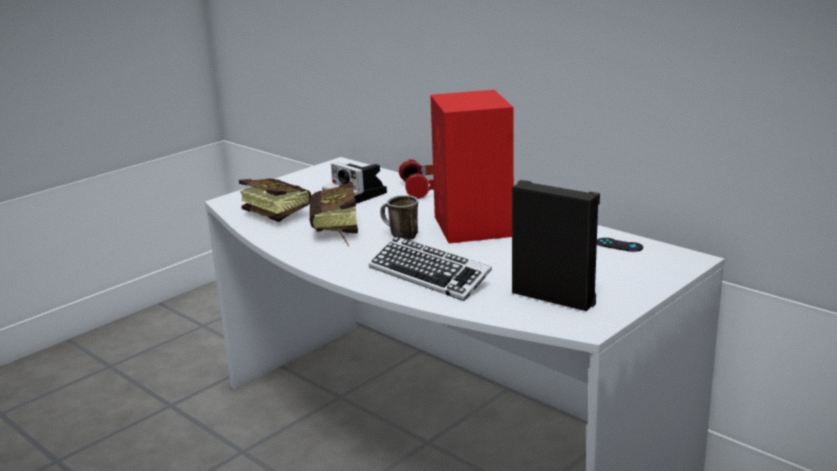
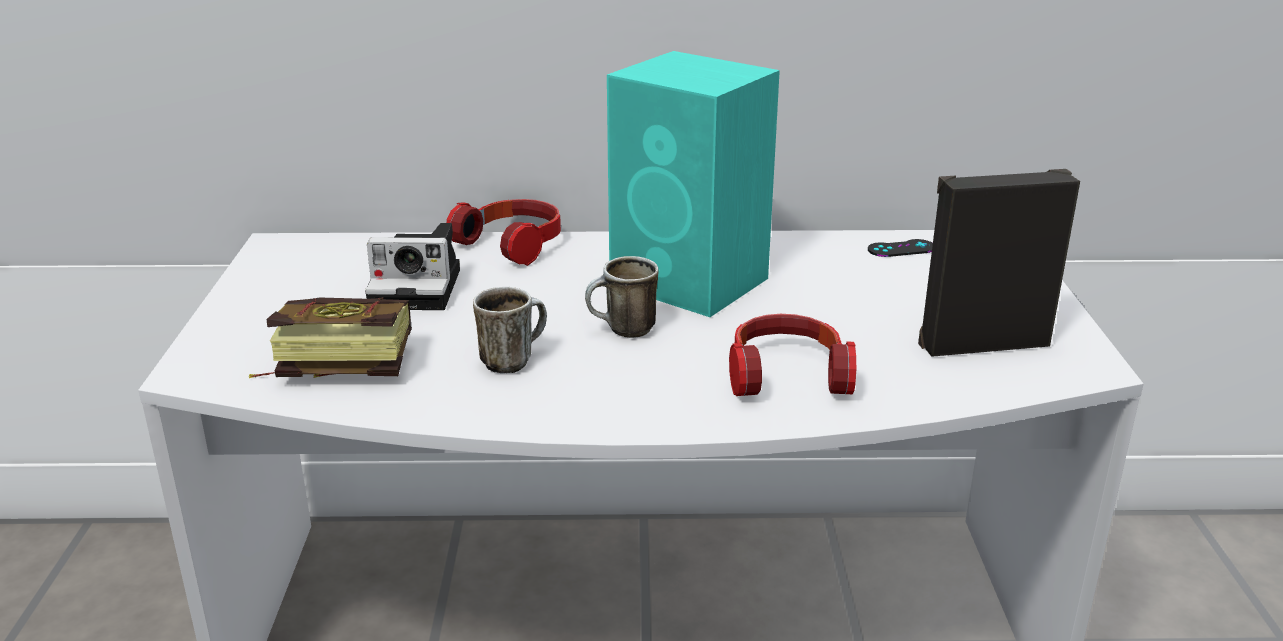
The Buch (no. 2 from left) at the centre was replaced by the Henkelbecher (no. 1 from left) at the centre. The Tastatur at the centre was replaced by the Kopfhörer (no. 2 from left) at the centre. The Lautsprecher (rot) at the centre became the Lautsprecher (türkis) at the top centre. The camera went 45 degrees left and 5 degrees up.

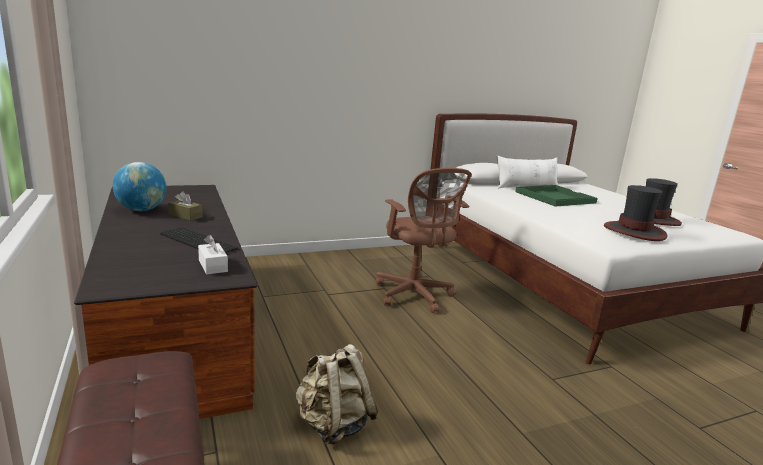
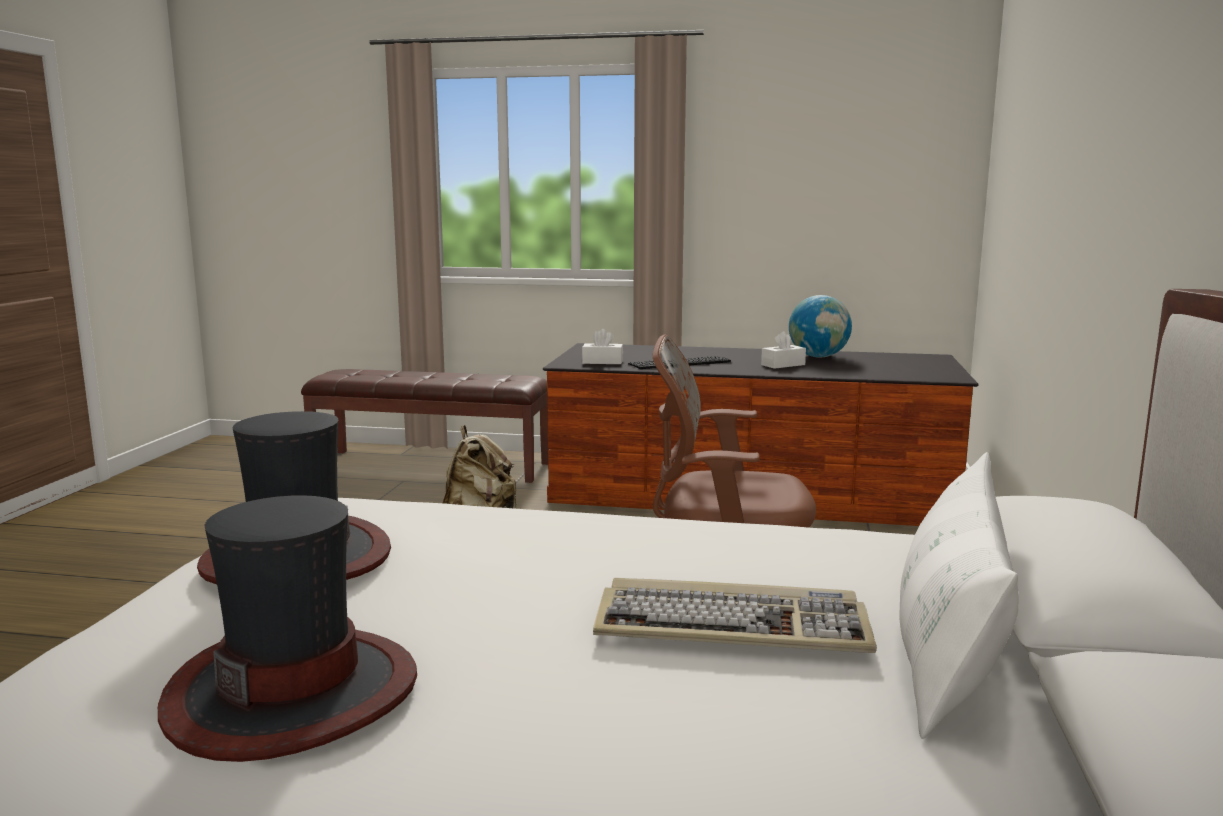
The Tablett (grün) at the middle right was replaced by the Tastatur (no. 2 from left) at the bottom centre. The Taschentuchbox (braun) at the middle left became the Taschentuchbox (weiß) (no. 2 from left) at the centre. The camera went 125 degrees right and 5 degrees down.

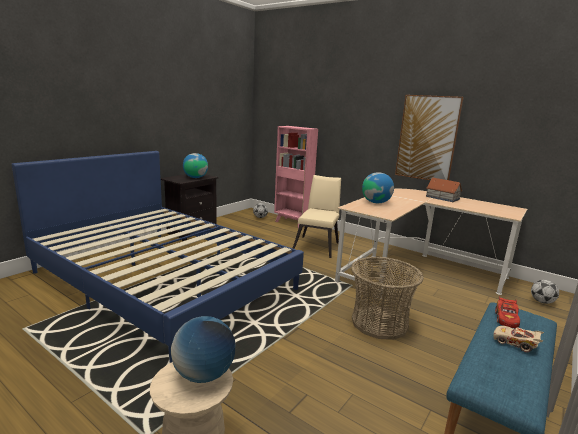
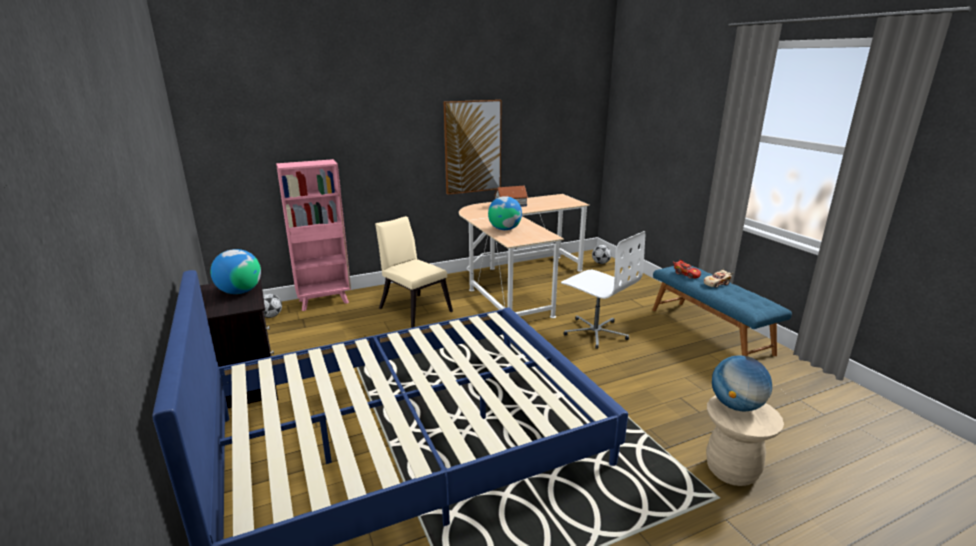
The Korb at the bottom right was replaced by the Bürostuhl (weiß) at the centre. The camera went 60 degrees left and 5 degrees up.

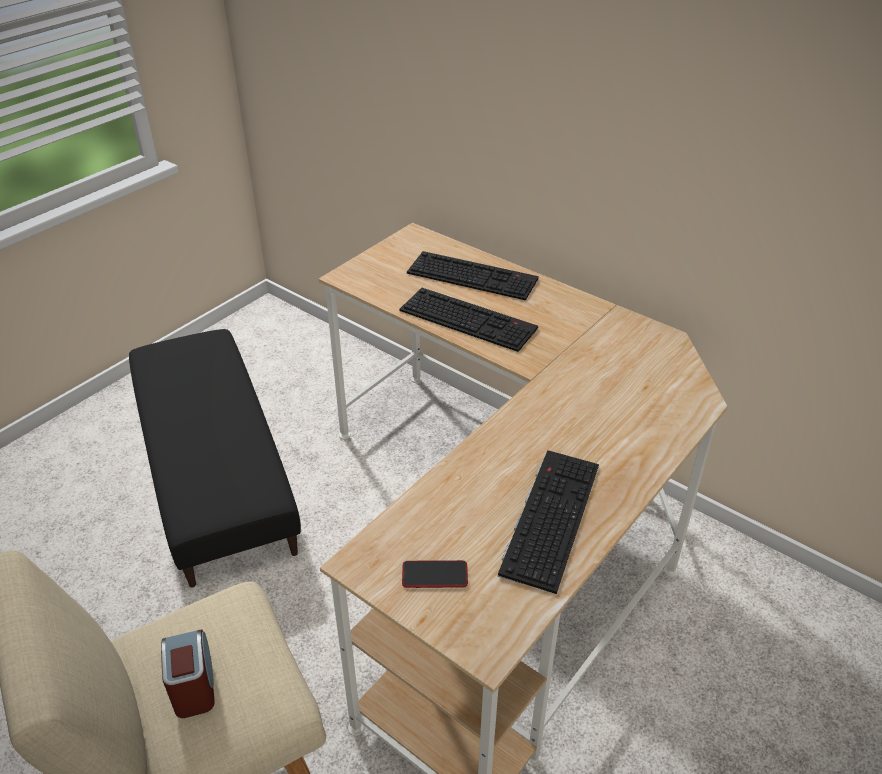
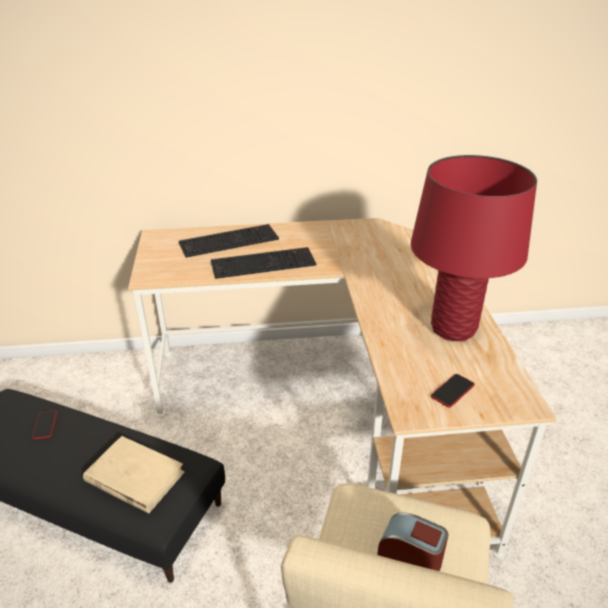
The Handy (no. 1 from left) at the bottom left appeared. The Buch (beige) at the bottom left appeared. The Tastatur (no. 3 from left) at the bottom centre was replaced by the Tischlampe (rot) at the middle right. The camera went 45 degrees left and 5 degrees down.

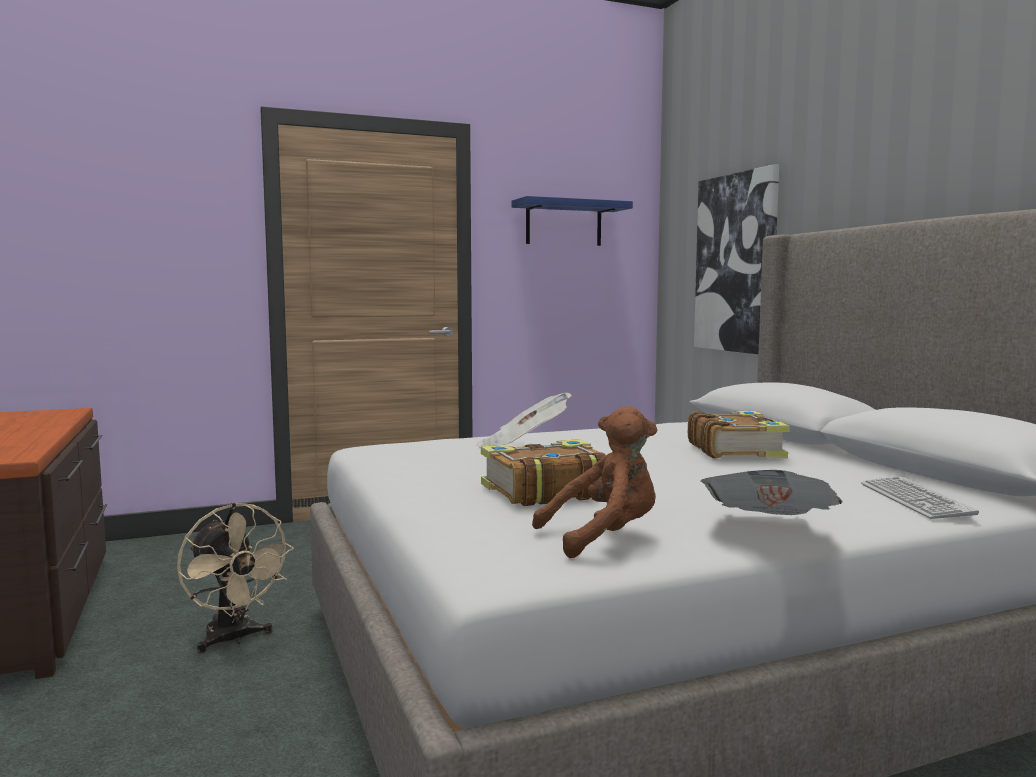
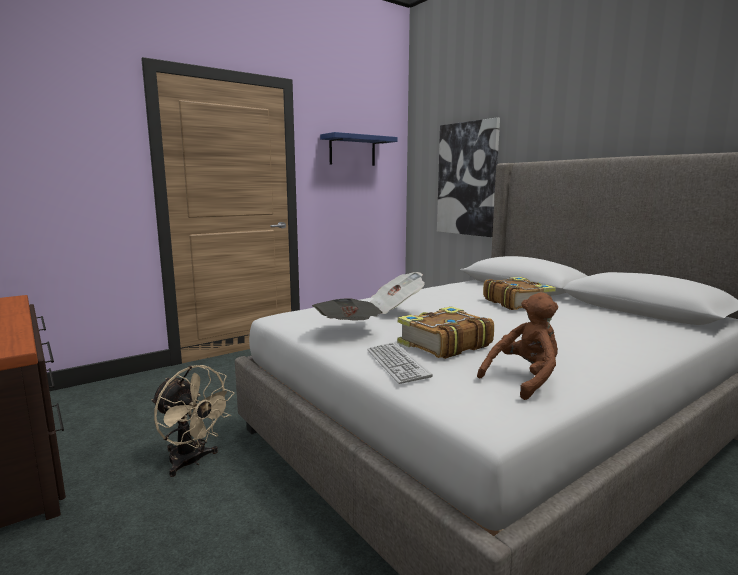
The Zeitung (no. 2 from left in the first image) moved from the middle right to the centre. The Tastatur moved from the middle right to the centre. The camera went 15 degrees left and 5 degrees up.

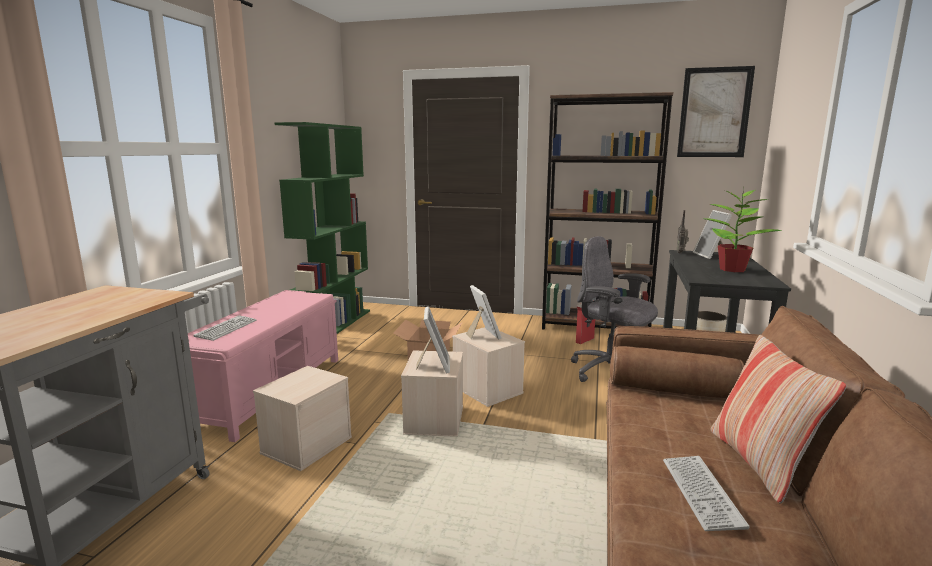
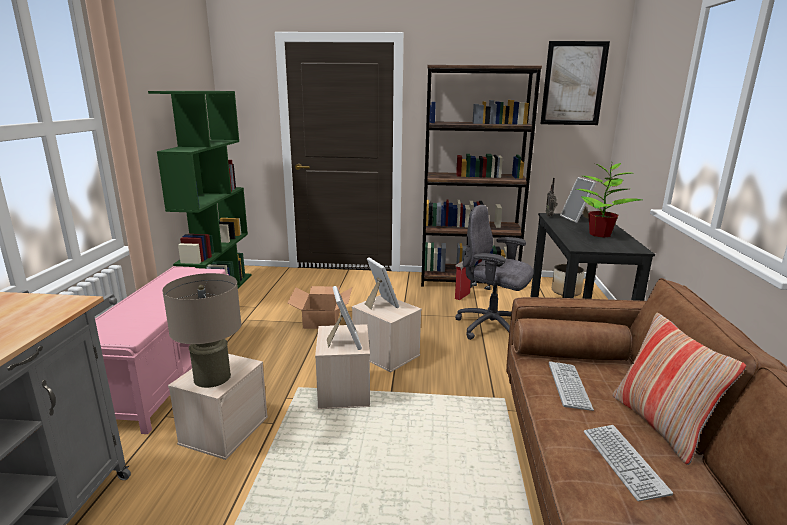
The Tischlampe (beige) at the middle left appeared. The Tastatur (no. 1 from left) moved from the middle left to the bottom right. The camera went 10 degrees left and 5 degrees up.

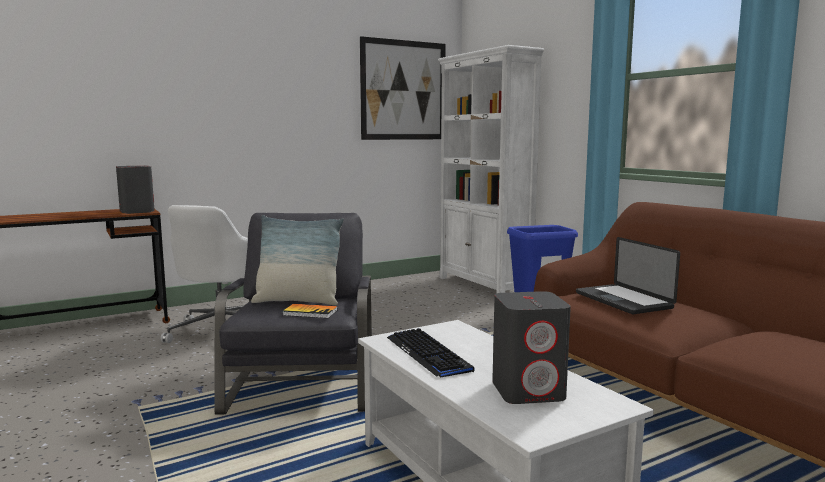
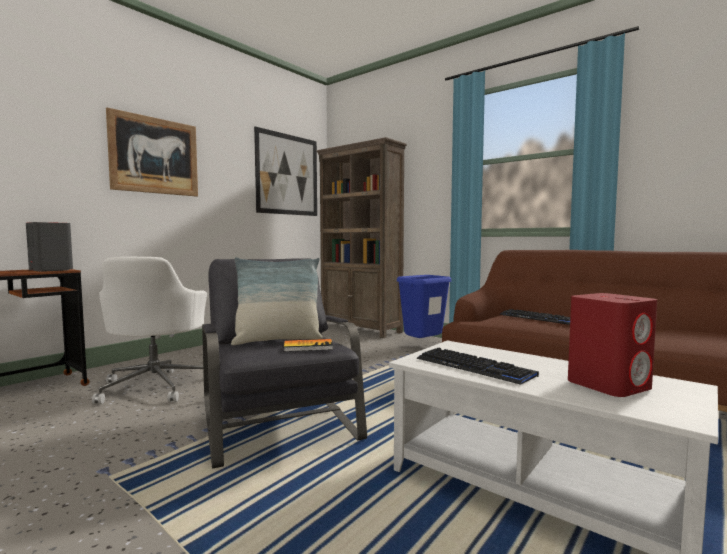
The Bild (no. 1 from left) at the top left appeared. The Laptop at the middle right was replaced by the Tastatur (no. 2 from left) at the middle right. The Bücherregal (weiß) at the centre became the Bücherregal (braun) at the centre. The Lautsprecher (grau) (no. 2 from left) at the bottom centre became the Lautsprecher (rot) at the middle right. The camera went 20 degrees left and 5 degrees down.

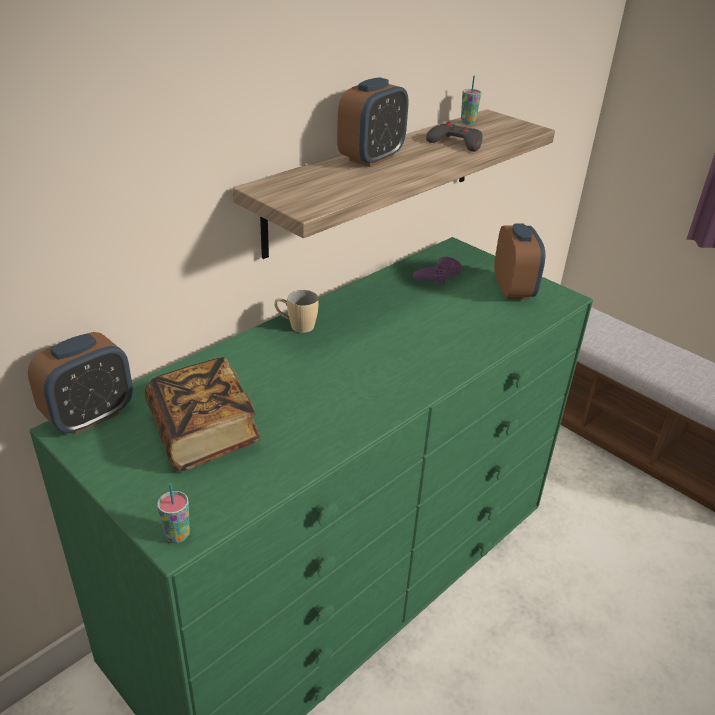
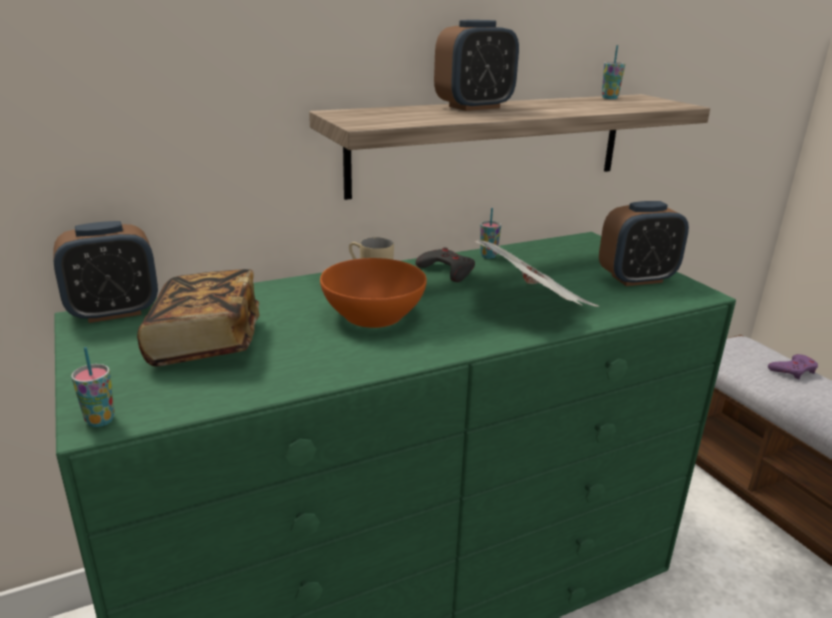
The Schüssel (orange) at the centre appeared. The Zeitung at the centre appeared. The Tasse (no. 2 from left) at the centre appeared. The Gamepad (lila) moved from the centre to the middle right. The Gamepad (grau) moved from the top centre to the centre. The Wecker (no. 3 from left) at the middle right turned 60 degrees clockwise. The camera went 20 degrees right and 10 degrees down.

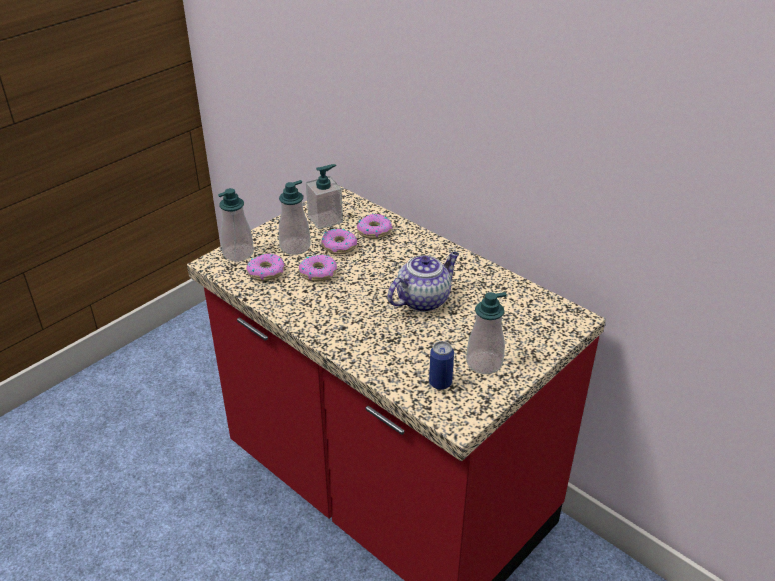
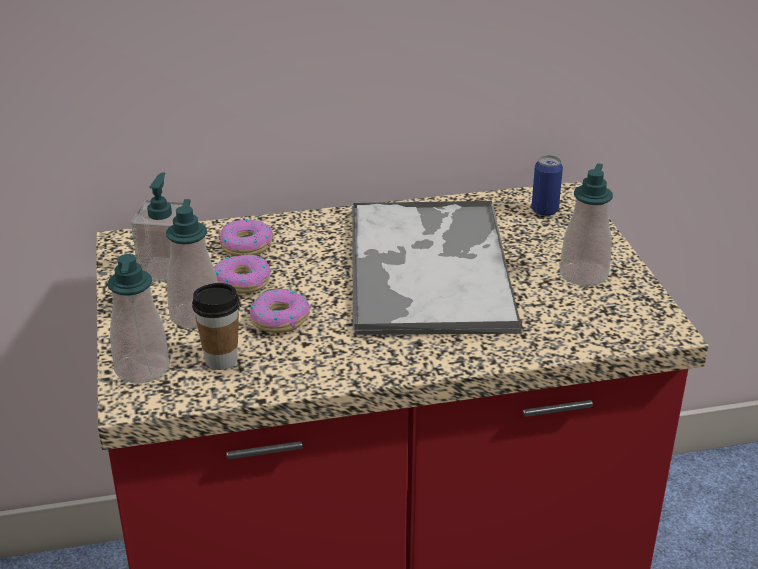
The Dose moved from the centre to the top right. The Donut (no. 1 from left) at the centre was replaced by the Tasse at the middle left. The Teekanne at the centre was replaced by the Tablett at the centre. The camera went 55 degrees left and 5 degrees down.

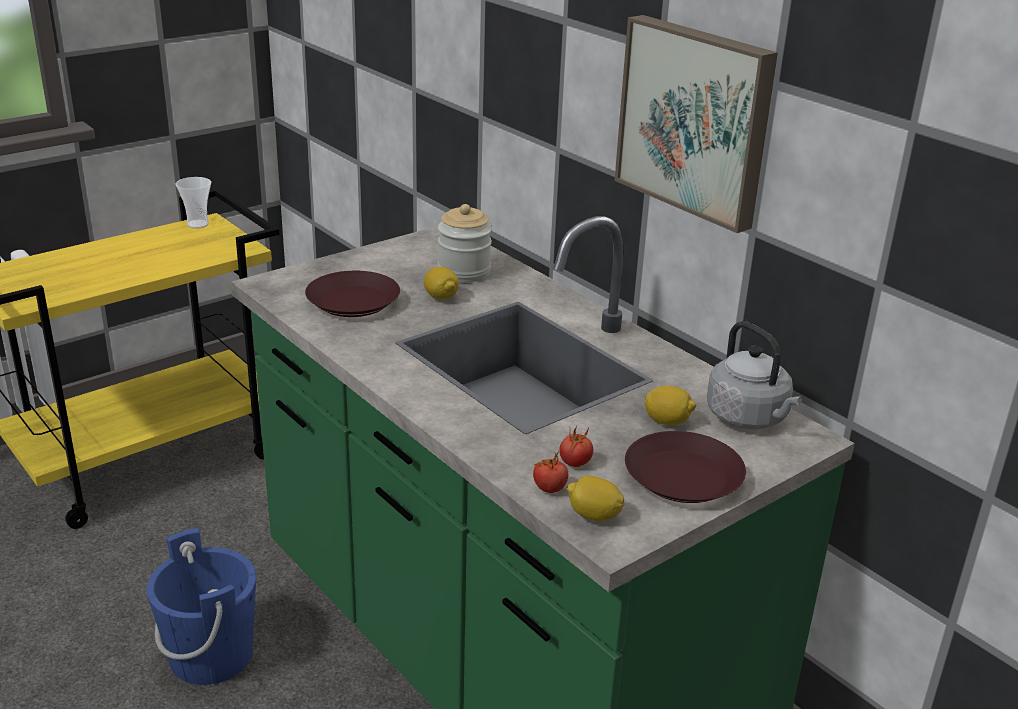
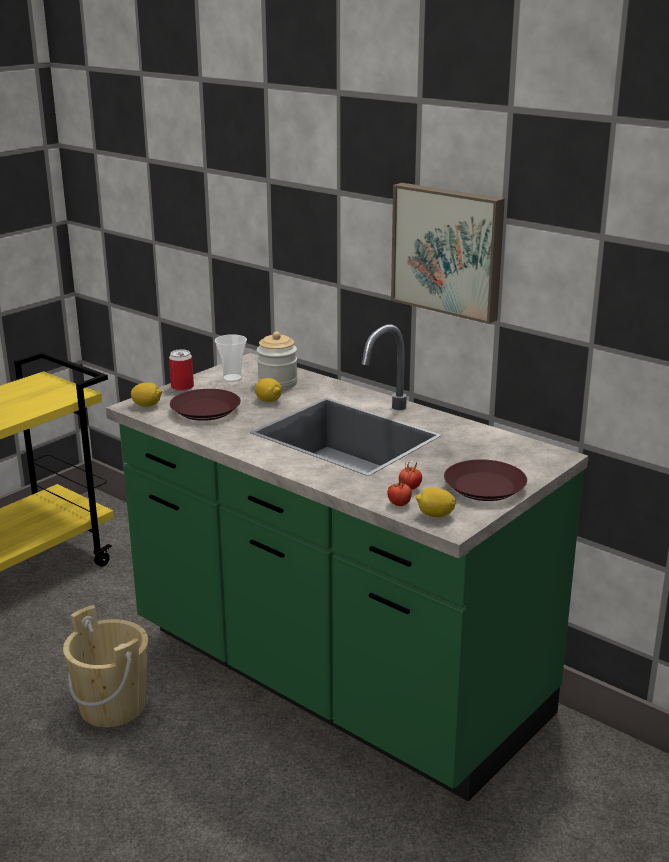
The Wasserkessel (grau) at the middle right disappeared. The Dose at the middle left appeared. The Tasse moved from the top left to the centre. The Zitrone (no. 3 from left in the first image) moved from the centre to the middle left. The Eimer (blau) at the bottom left became the Eimer (beige) at the bottom left. The camera went 10 degrees left and 5 degrees down.

